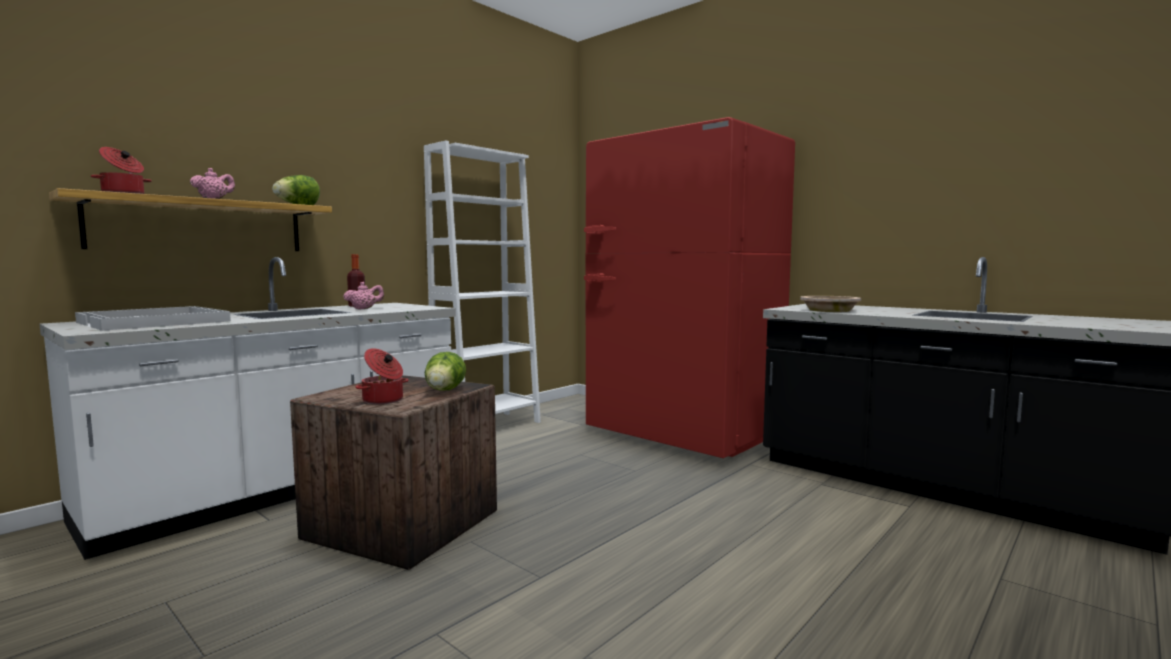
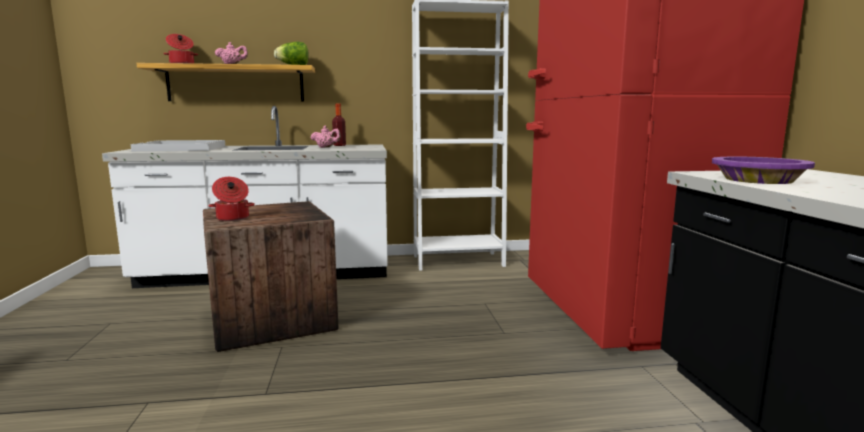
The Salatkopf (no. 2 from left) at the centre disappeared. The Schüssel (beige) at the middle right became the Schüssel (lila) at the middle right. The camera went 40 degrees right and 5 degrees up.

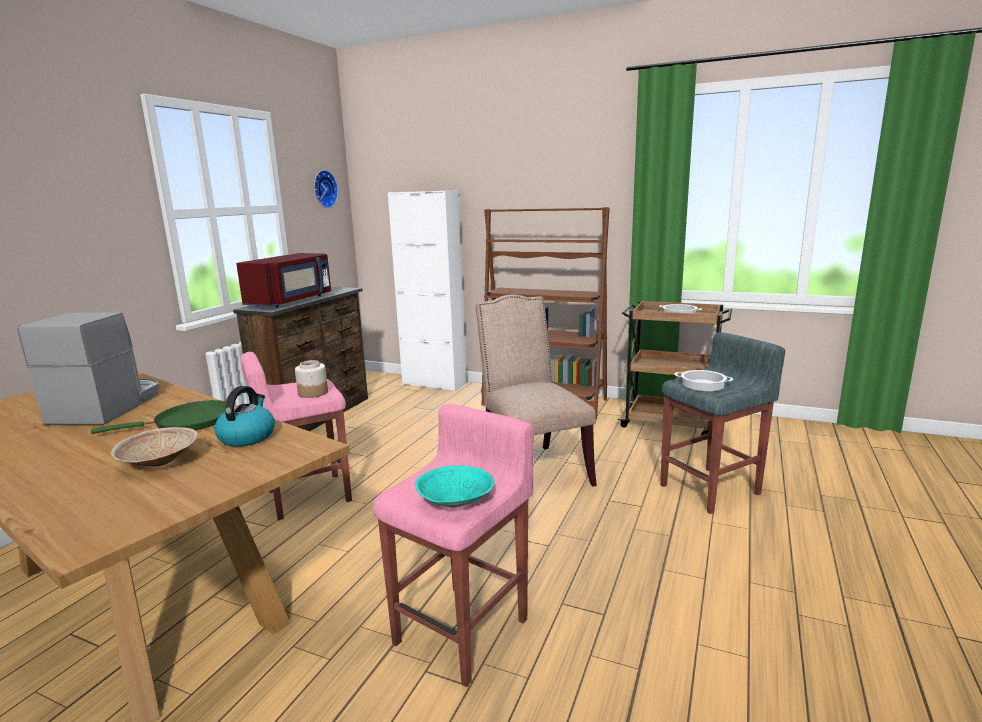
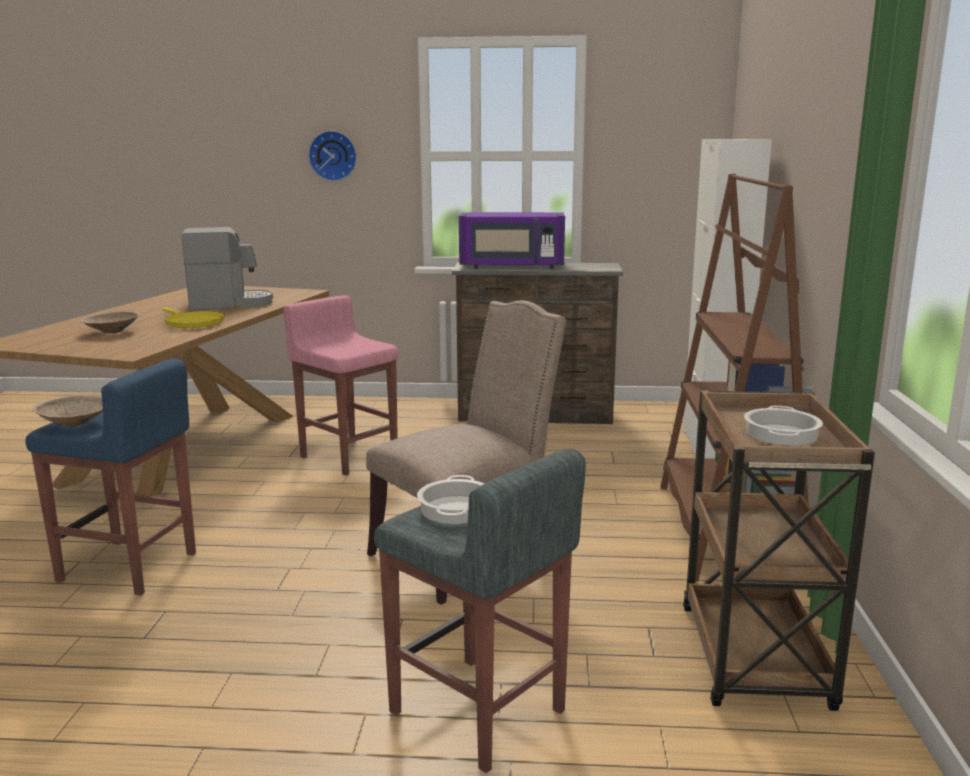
The Wasserkessel at the middle left disappeared. The Vorratsglas at the middle left disappeared. The Wanduhr moved from the top left to the top centre. The Pfanne (grün) at the middle left became the Pfanne (gelb) at the middle left. The Mikrowelle (rot) at the middle left became the Mikrowelle (lila) at the top centre. The Hocker (rosa) (no. 2 from left) at the bottom centre became the Hocker (blau) at the middle left. The Schüssel (türkis) at the bottom centre became the Schüssel (beige) (no. 1 from left) at the middle left. The camera went 70 degrees right and 0 degrees up.

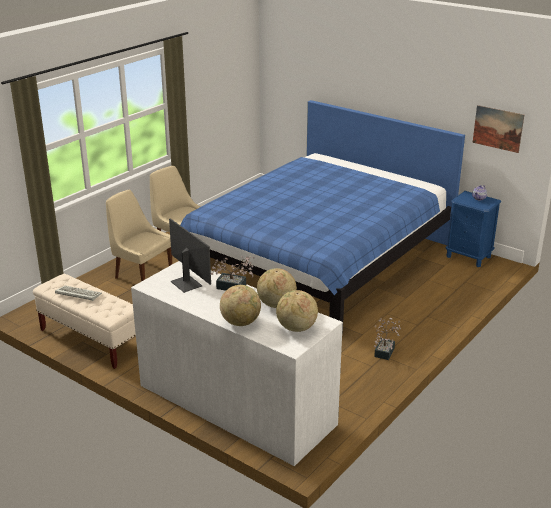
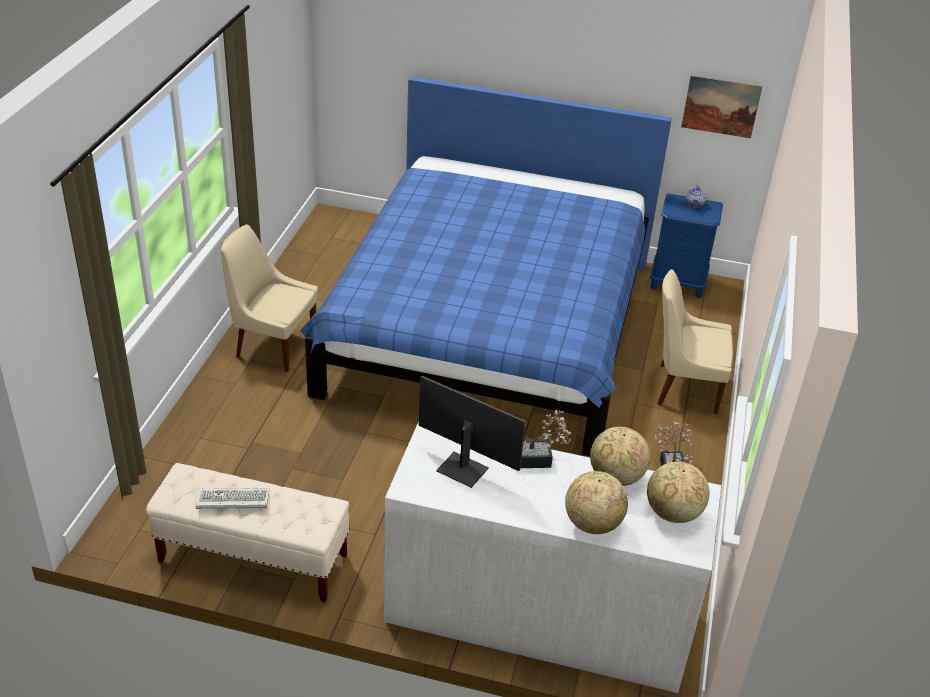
The Stuhl (beige) (no. 1 from left in the first image) moved from the middle left to the middle right. The camera went 25 degrees left and 10 degrees up.

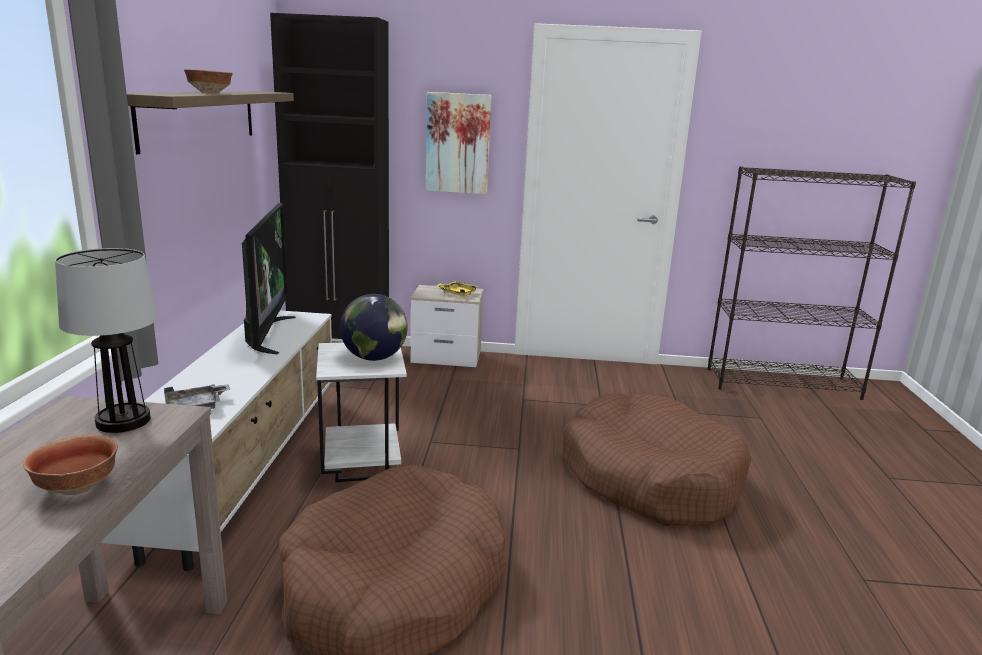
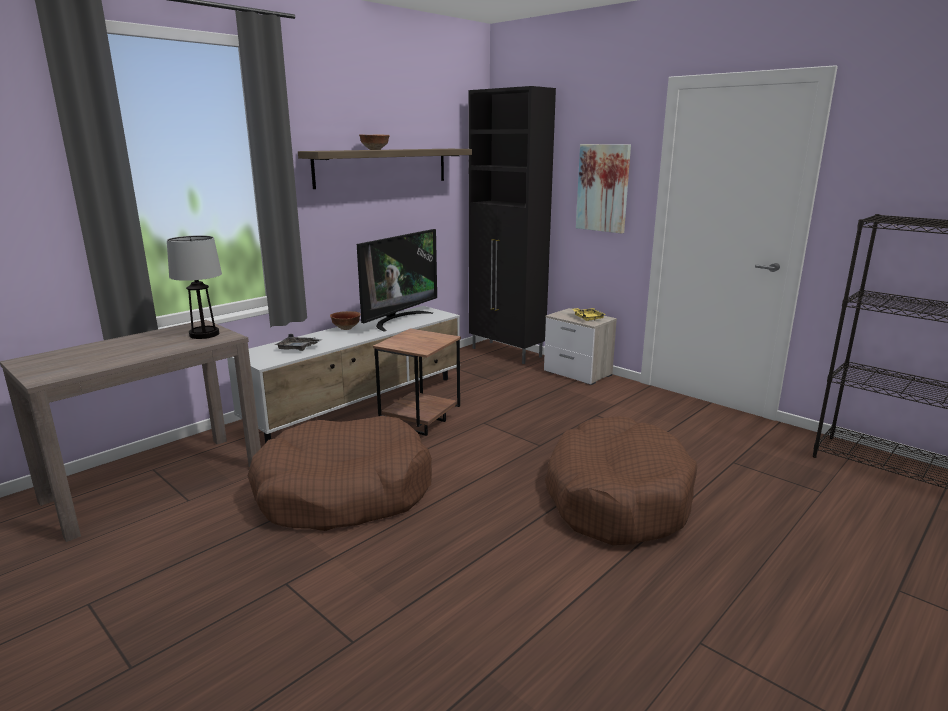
The Globus at the centre disappeared. The Schüssel (no. 1 from left) moved from the bottom left to the centre. The Beistelltisch (weiß) at the centre became the Beistelltisch (braun) at the centre. The camera went 40 degrees right and 0 degrees up.

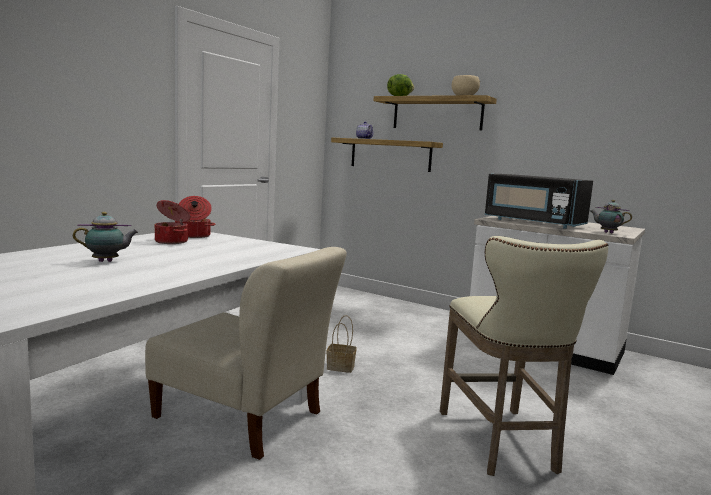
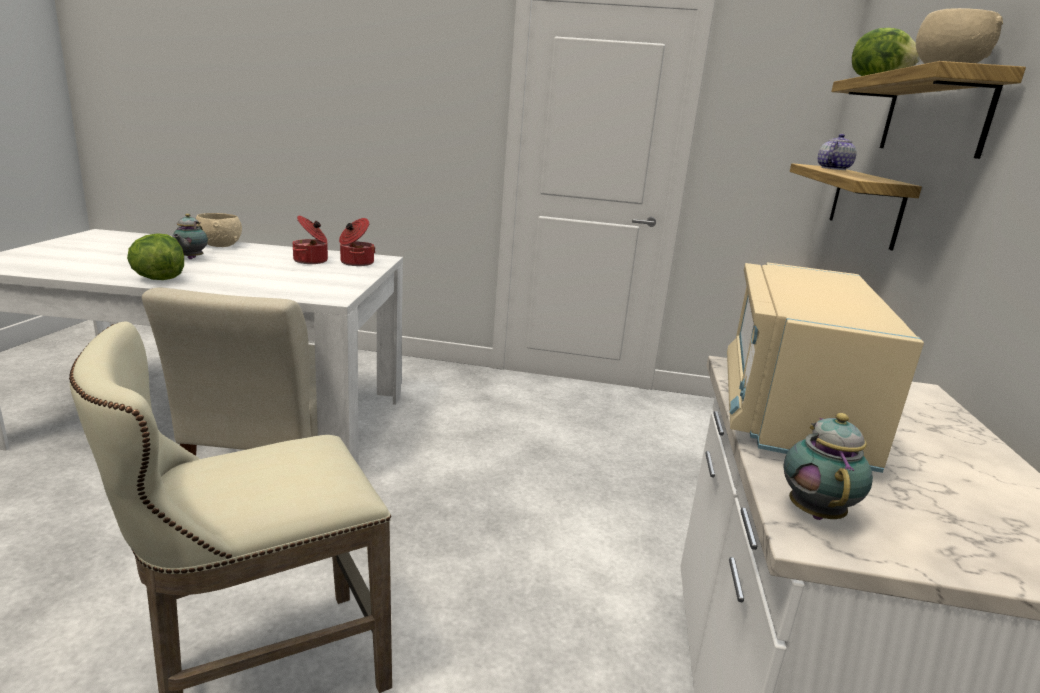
The Korb at the bottom centre disappeared. The Salatkopf (no. 1 from left) at the middle left appeared. The Schüssel (beige) (no. 1 from left) at the top left appeared. The Mikrowelle (schwarz) at the middle right became the Mikrowelle (beige) at the middle right. The Teekanne (no. 1 from left) at the middle left turned 45 degrees clockwise. The camera went 65 degrees right and 10 degrees up.

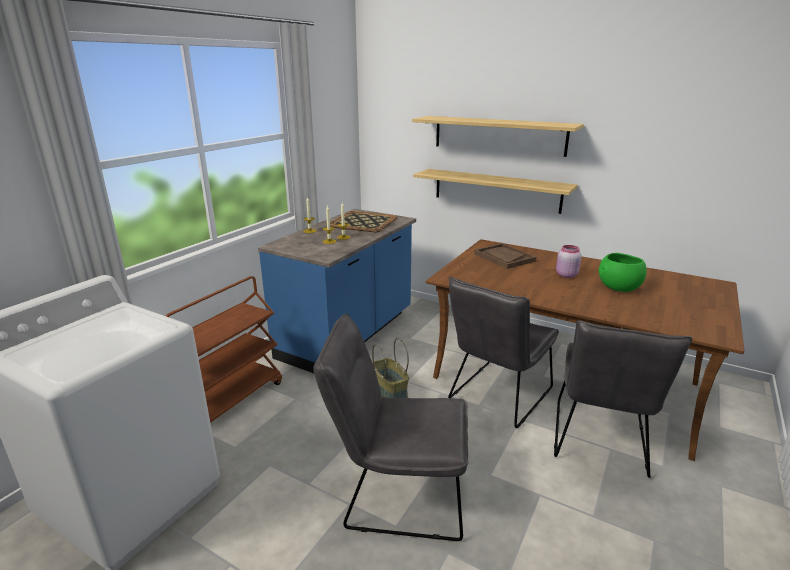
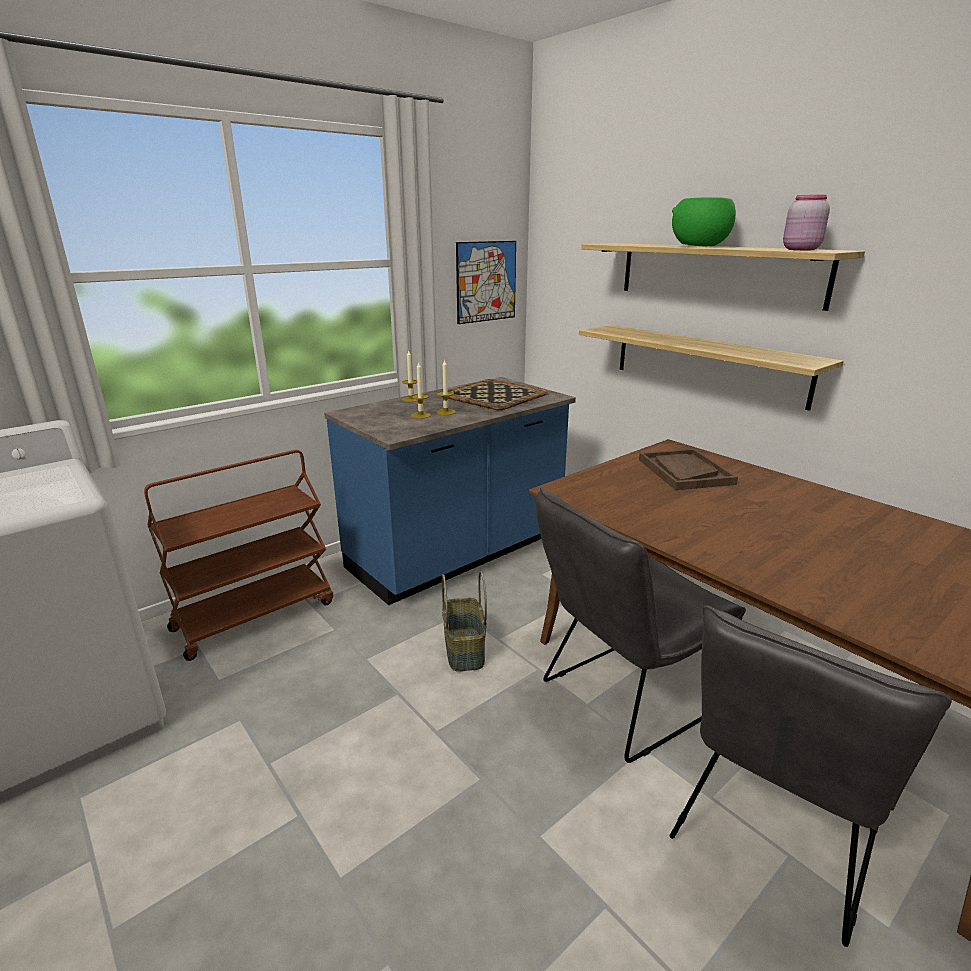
The Stuhl (grau) (no. 1 from left) at the bottom centre disappeared. The Bild at the top centre appeared. The Vorratsglas (rosa) moved from the middle right to the top right. The Schüssel (grün) moved from the middle right to the top right. The camera went 20 degrees right and 0 degrees up.

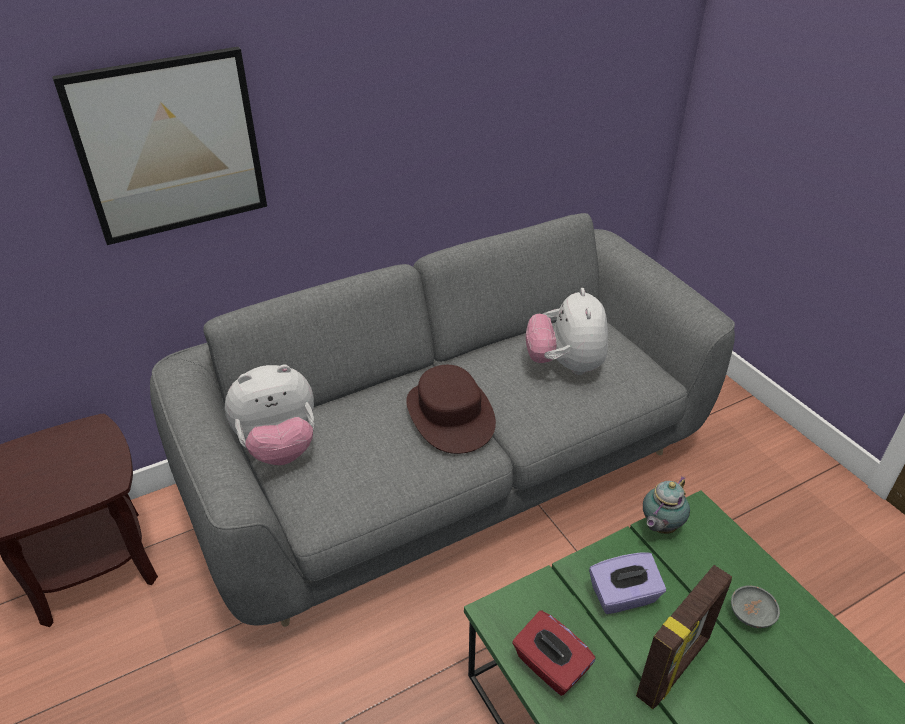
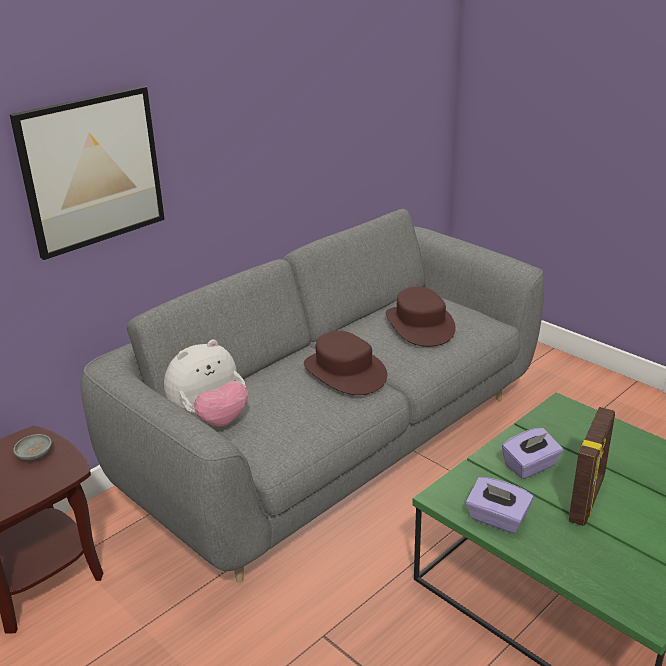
The Teekanne at the bottom right disappeared. The Schüssel (grau) moved from the bottom right to the bottom left. The Plüschtier (no. 2 from left) at the centre was replaced by the Hut (braun) (no. 2 from left) at the centre. The Taschentuchbox (rot) at the bottom centre became the Taschentuchbox (lila) (no. 1 from left) at the bottom right. The camera went 15 degrees left and 10 degrees down.

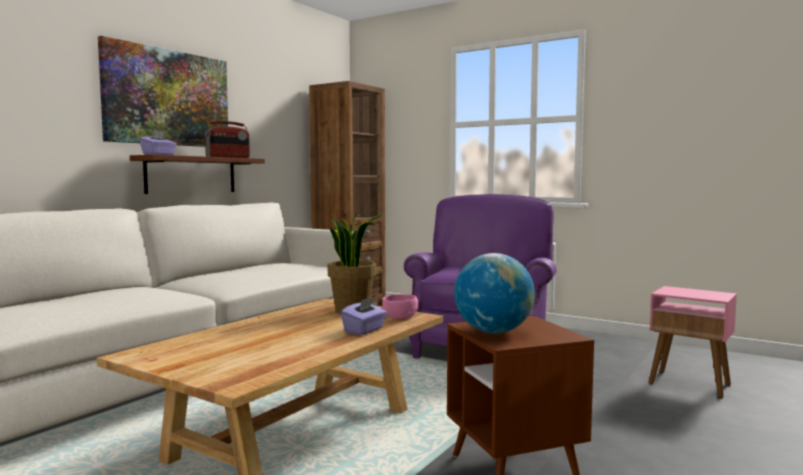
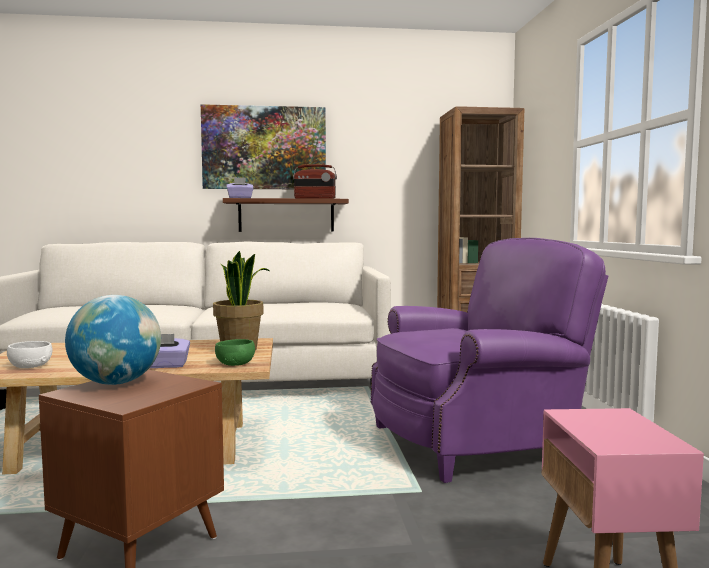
The Schüssel (weiß) at the middle left appeared. The Schüssel (rosa) at the centre became the Schüssel (grün) at the middle left. The camera went 50 degrees right and 0 degrees up.

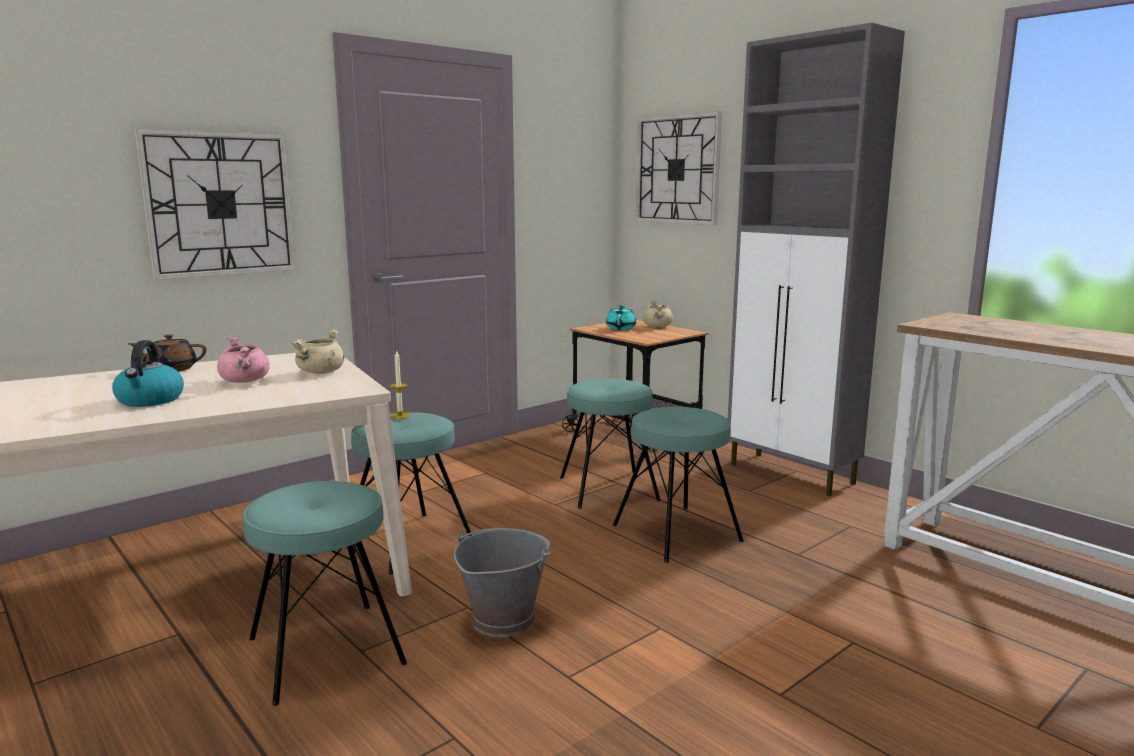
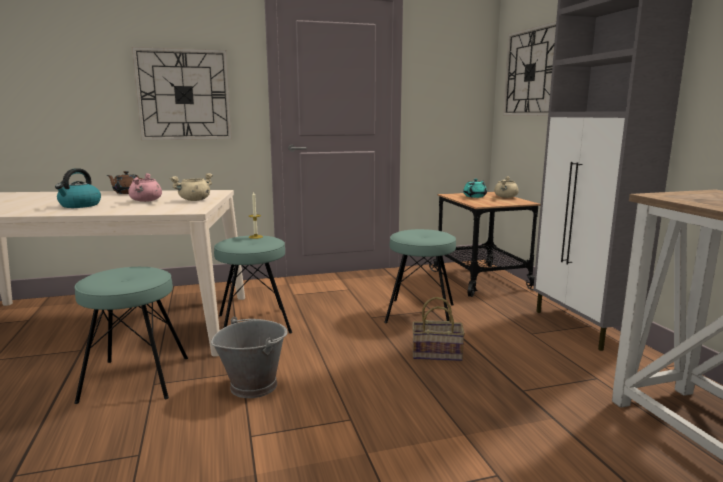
The Hocker (türkis) (no. 4 from left) at the centre was replaced by the Korb at the bottom centre. The camera went 25 degrees right and 0 degrees up.

